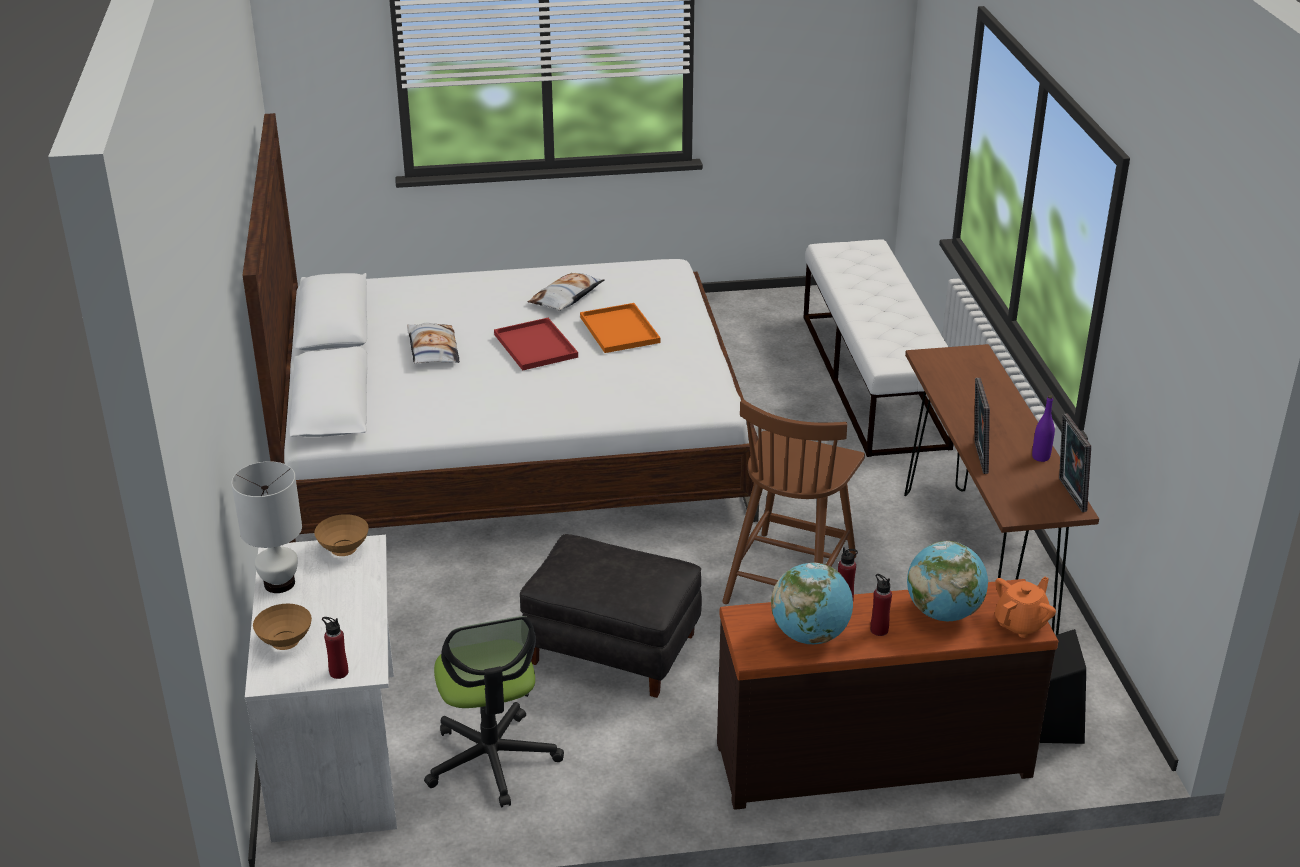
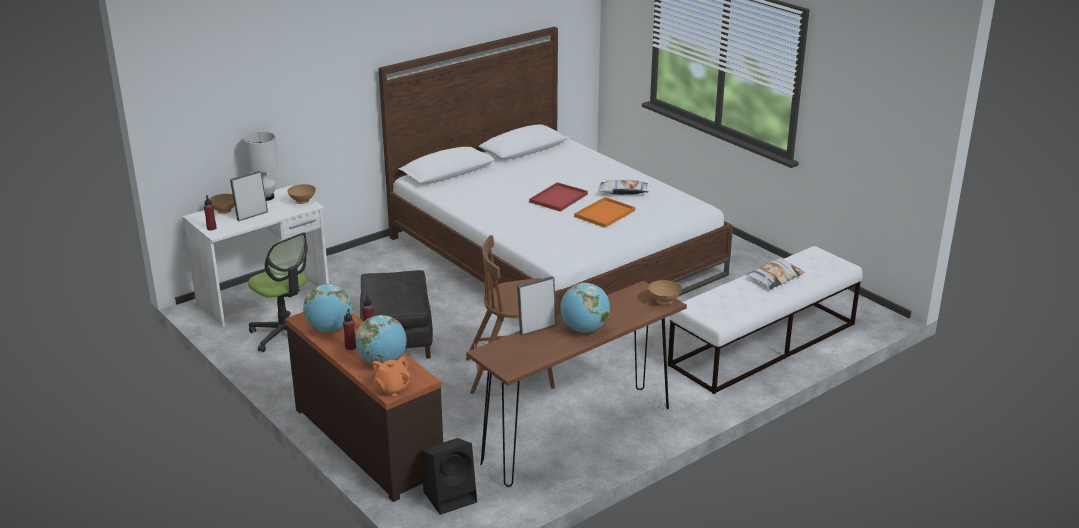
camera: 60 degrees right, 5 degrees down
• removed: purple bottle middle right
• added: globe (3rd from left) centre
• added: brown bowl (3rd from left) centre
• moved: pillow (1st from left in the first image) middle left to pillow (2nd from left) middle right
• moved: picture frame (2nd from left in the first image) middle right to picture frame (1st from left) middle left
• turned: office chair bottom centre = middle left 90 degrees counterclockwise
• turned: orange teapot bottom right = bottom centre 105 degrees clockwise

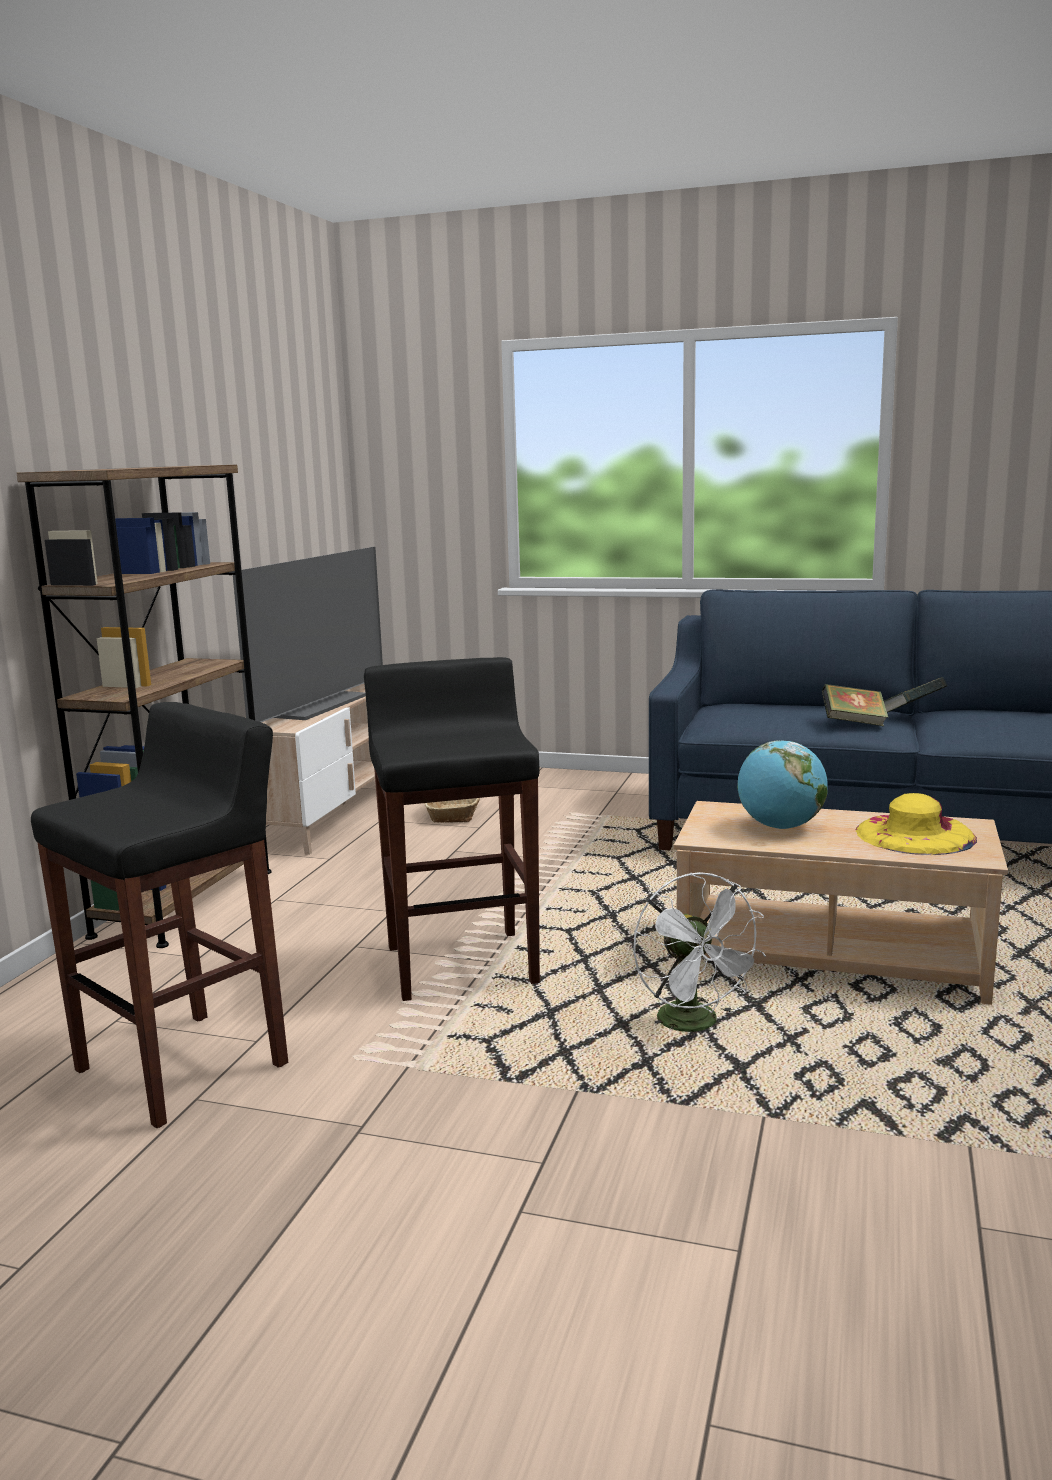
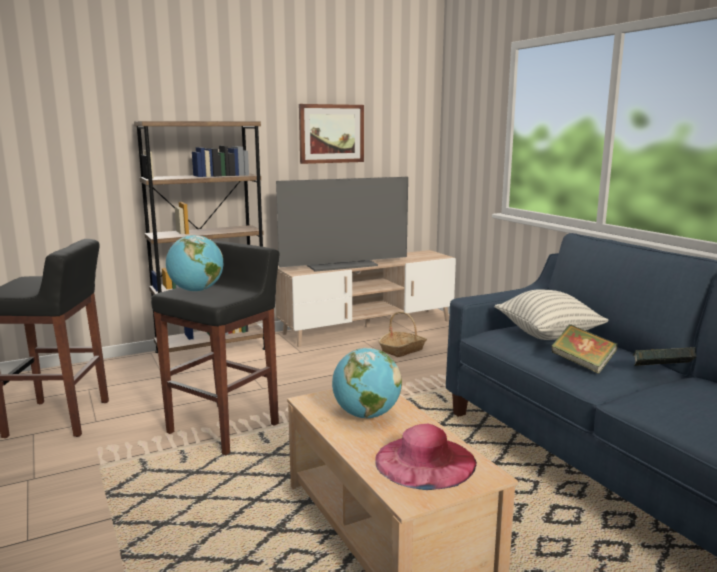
camera: 45 degrees right, 0 degrees up
• removed: white fan centre
• added: globe (1st from left) middle left
• added: picture top centre
• added: pillow middle right
• recoloured: yellow hat middle right to pink hat bottom centre

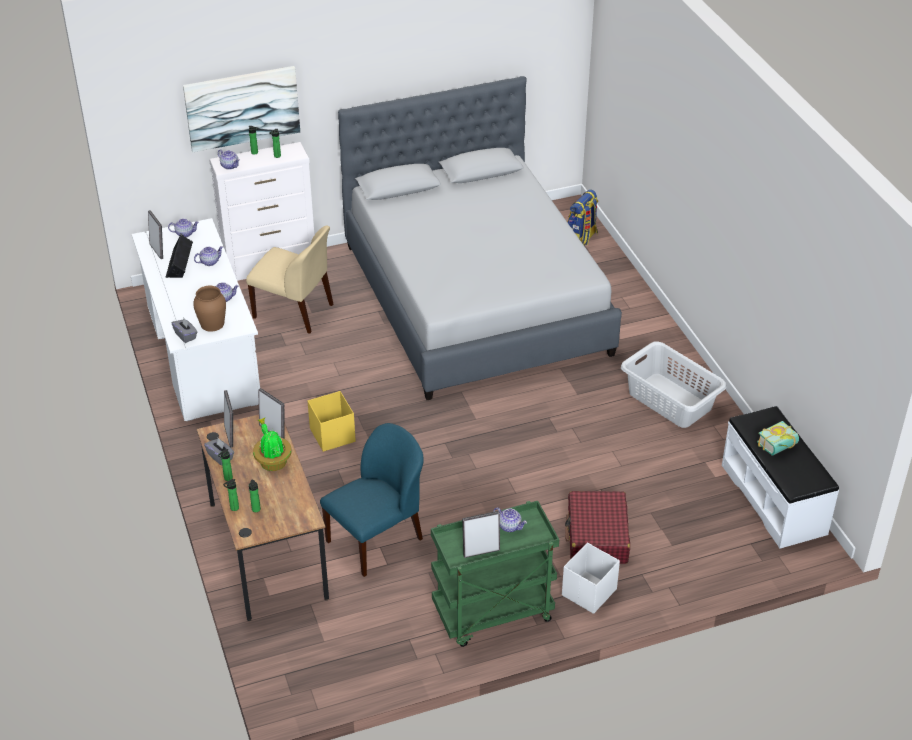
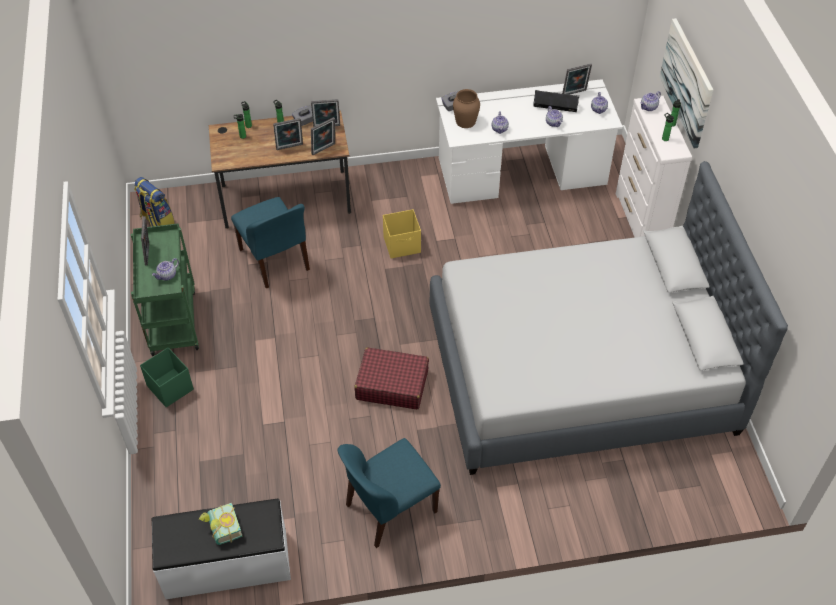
camera: 100 degrees right, 10 degrees up
• removed: beige chair middle left
• moved: red suitcase bottom centre to centre
• moved: backpack top centre to middle left
• replaced: potted plant middle left to picture frame (2nd from left) top centre
• replaced: grey laundry basket middle right to blue chair (2nd from left) bottom centre
• recoloured: white storage box bottom centre to green storage box middle left

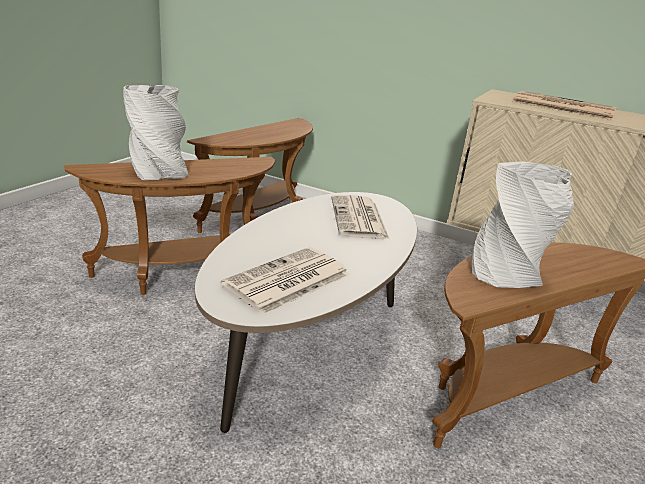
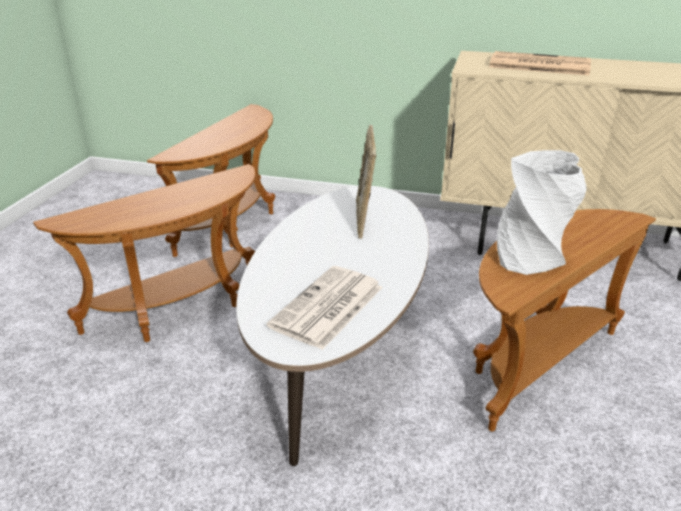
camera: 10 degrees left, 5 degrees up
• removed: white vase (1st from left) top left
• replaced: newspaper (2nd from left) centre to picture frame centre

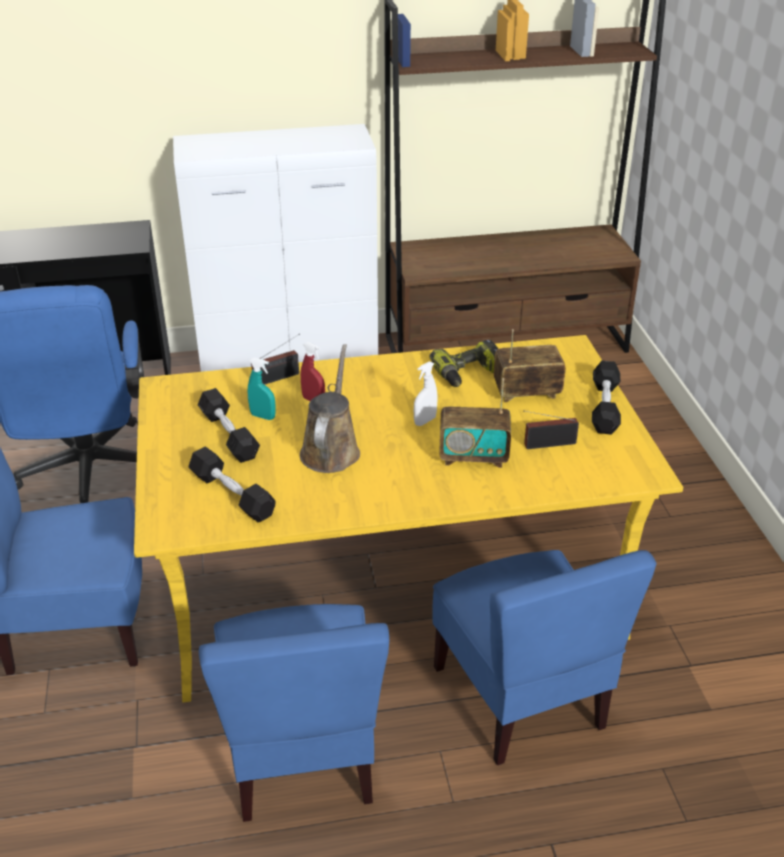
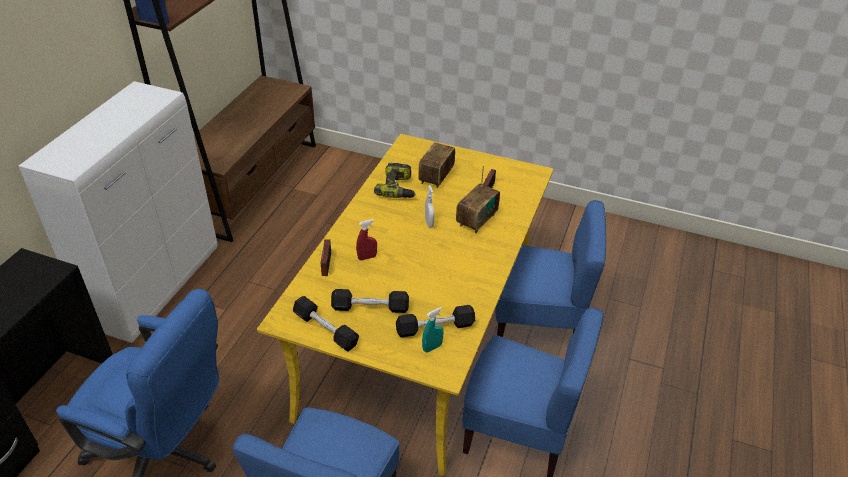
camera: 60 degrees left, 5 degrees up
• removed: brown watering can centre
• moved: turquoise spray bottle middle left to bottom centre
• moved: black dumbbell (3rd from left in the first image) middle right to black dumbbell (1st from left) bottom centre

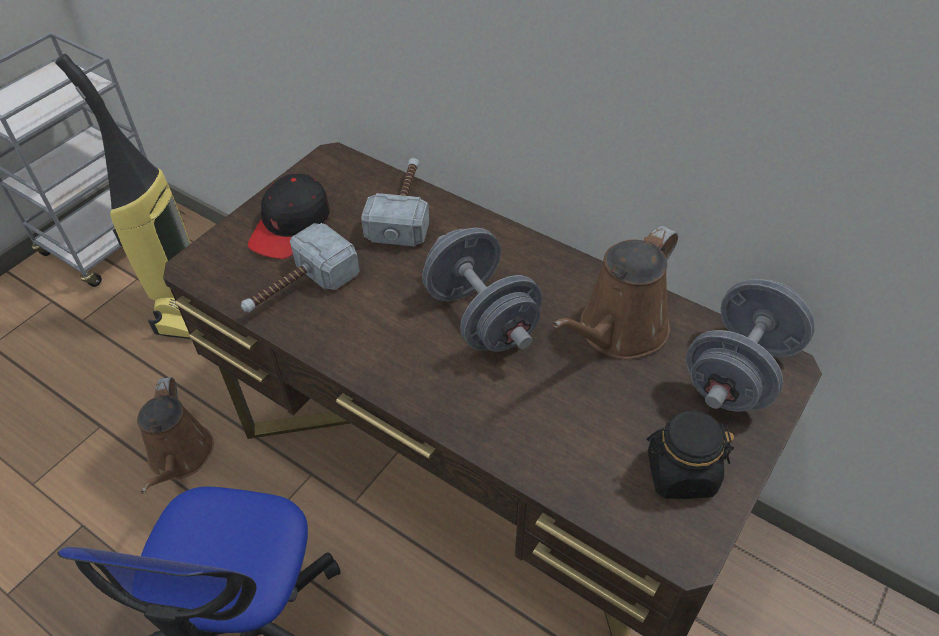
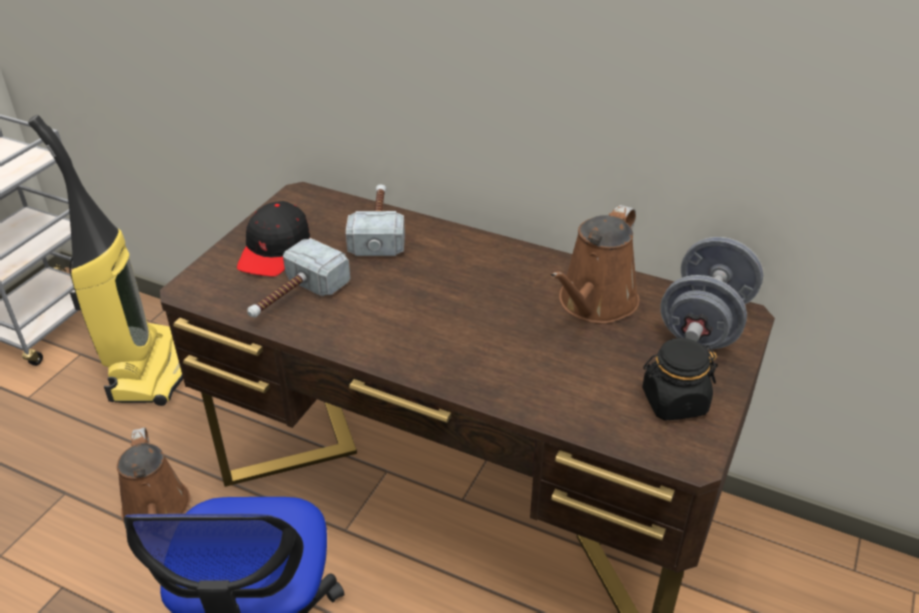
camera: 10 degrees left, 10 degrees down
• removed: grey dumbbell (1st from left) centre

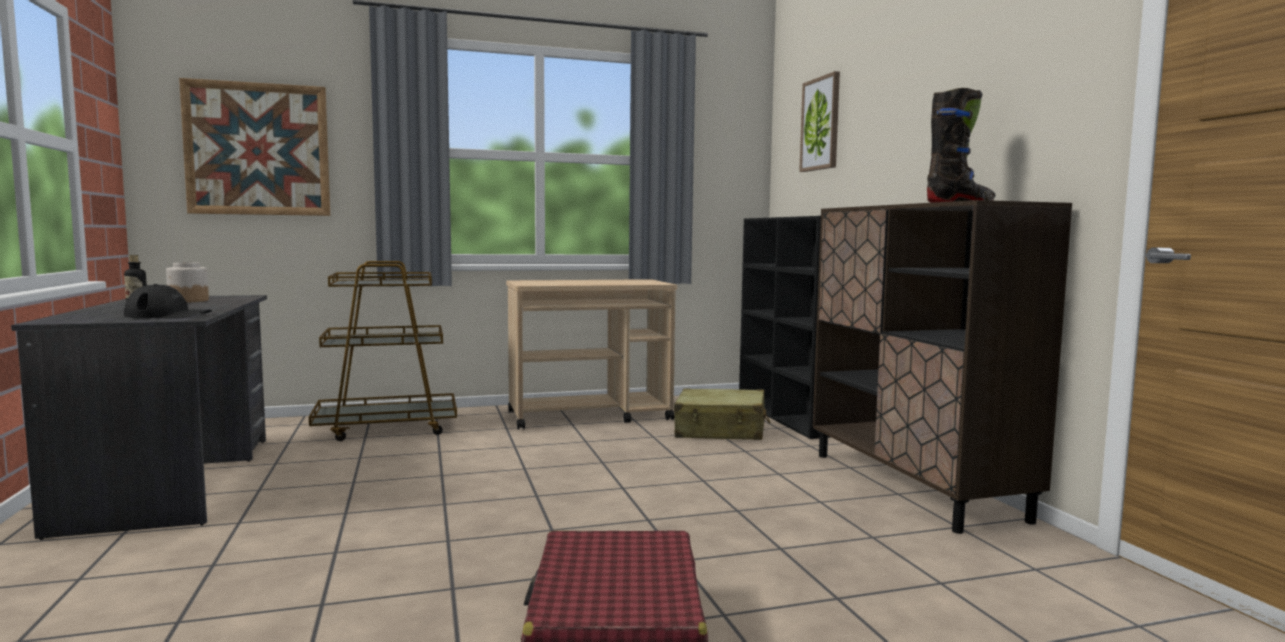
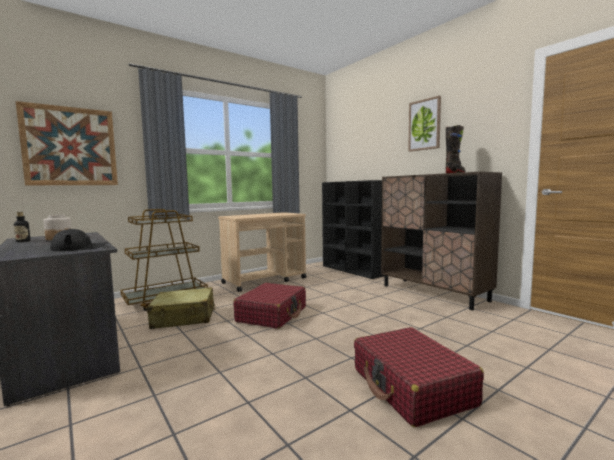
camera: 20 degrees left, 0 degrees up
• added: red suitcase (1st from left) centre
• moved: beige suitcase centre to bottom left
• moved: picture (2nd from left) top centre to top right

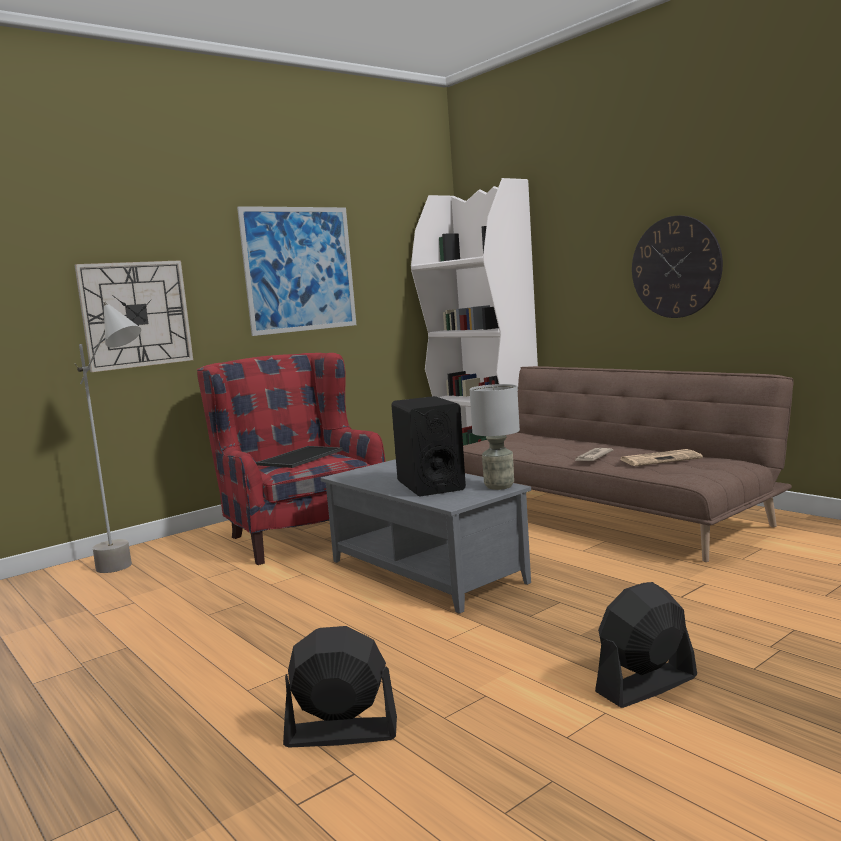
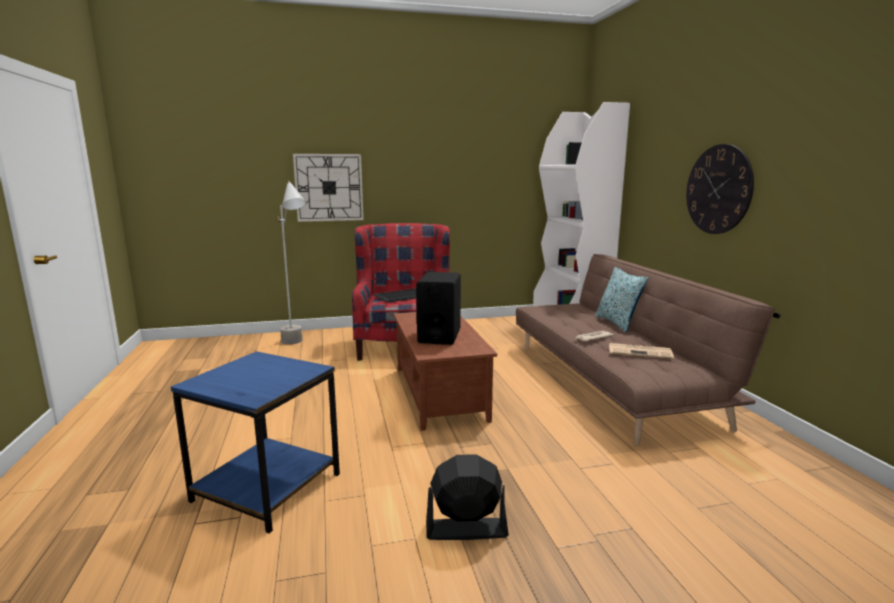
camera: 25 degrees right, 5 degrees up
• removed: picture top centre
• removed: grey table lamp centre
• added: pillow middle right
• replaced: black fan (1st from left) bottom centre to blue side table bottom left
• recoloured: grey coffee table centre to brown coffee table centre

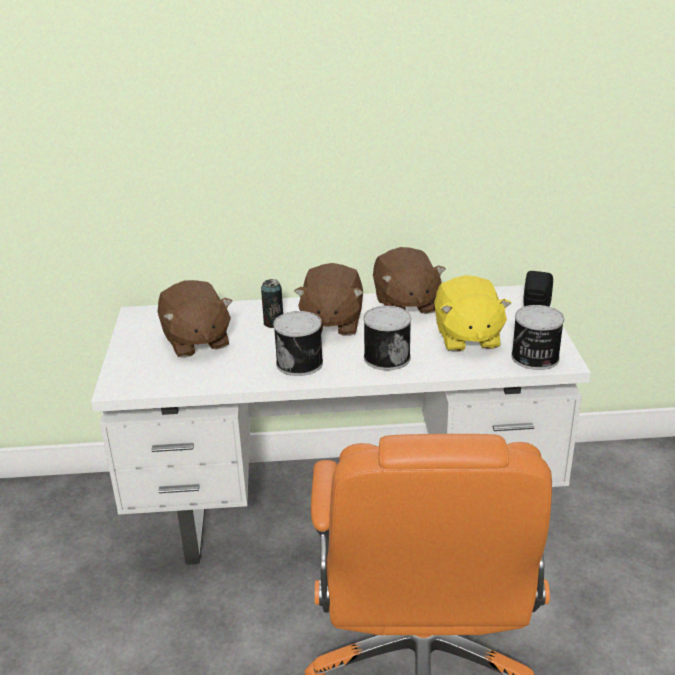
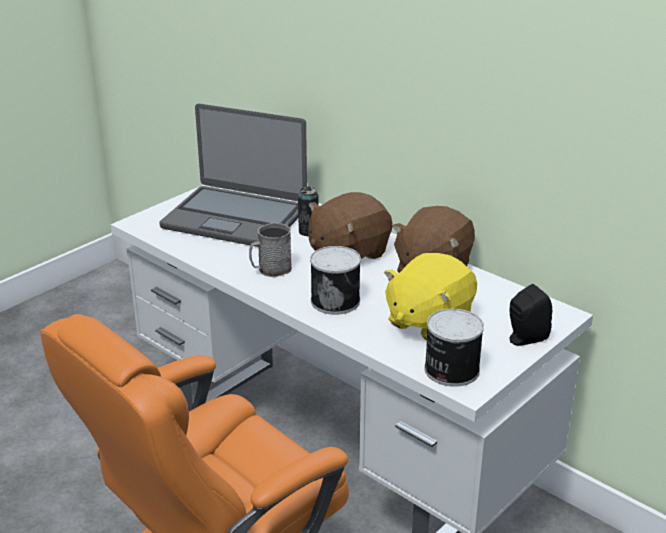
camera: 45 degrees right, 0 degrees up
• replaced: brown plush toy (1st from left) middle left to laptop top centre
• replaced: can (2nd from left) centre to grey mug centre

